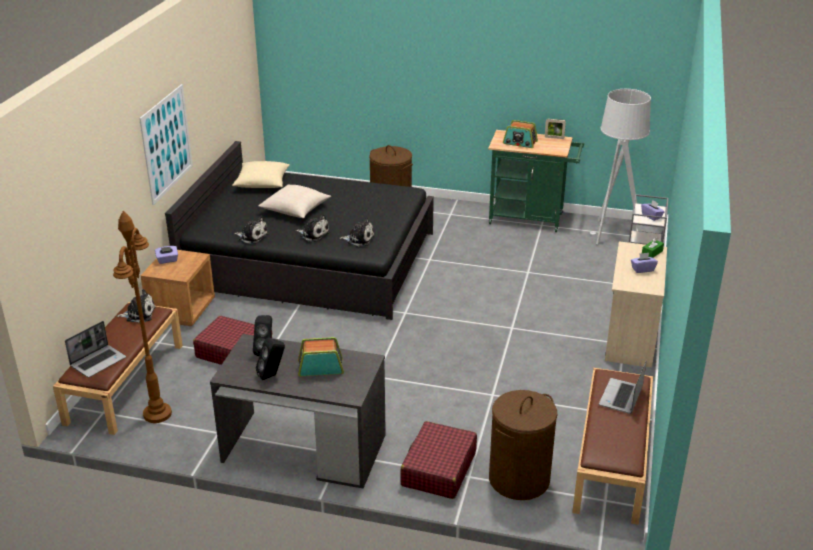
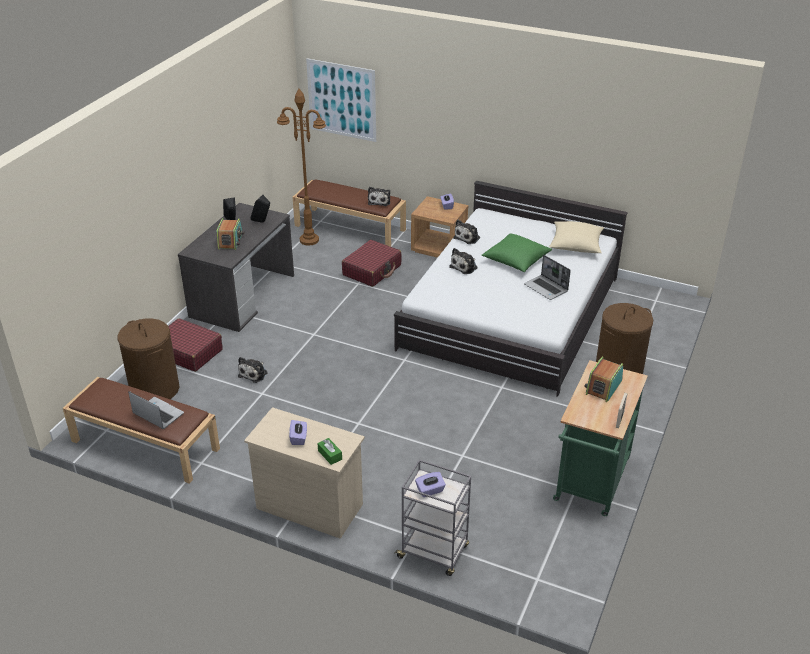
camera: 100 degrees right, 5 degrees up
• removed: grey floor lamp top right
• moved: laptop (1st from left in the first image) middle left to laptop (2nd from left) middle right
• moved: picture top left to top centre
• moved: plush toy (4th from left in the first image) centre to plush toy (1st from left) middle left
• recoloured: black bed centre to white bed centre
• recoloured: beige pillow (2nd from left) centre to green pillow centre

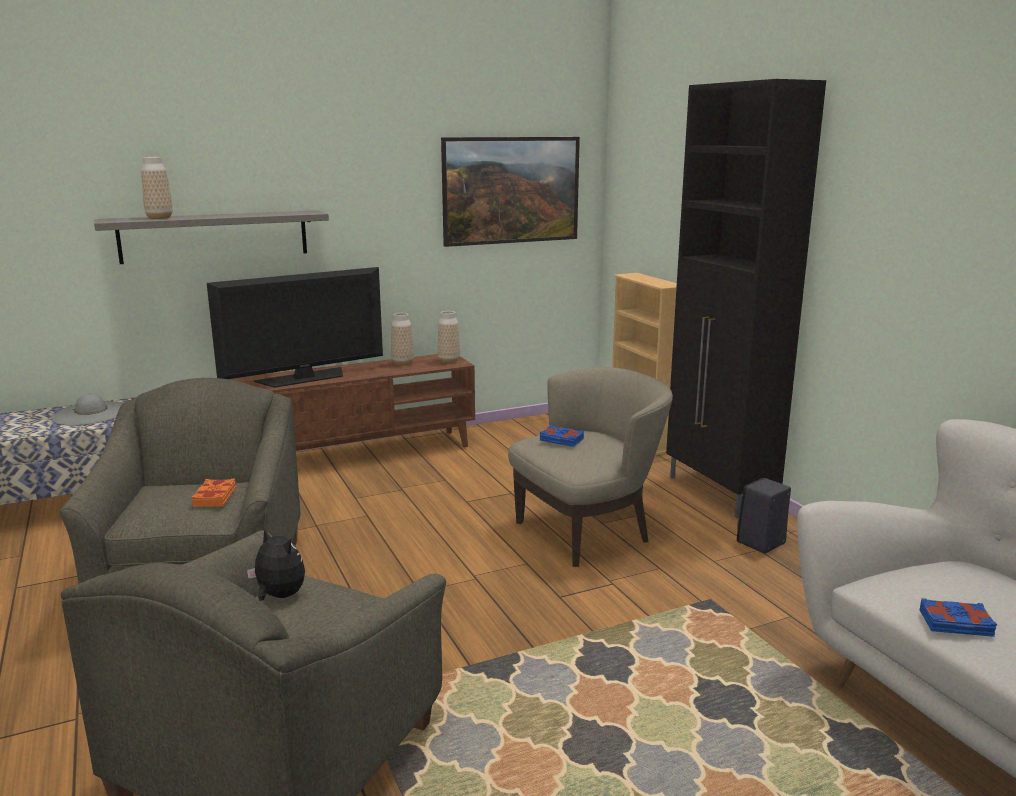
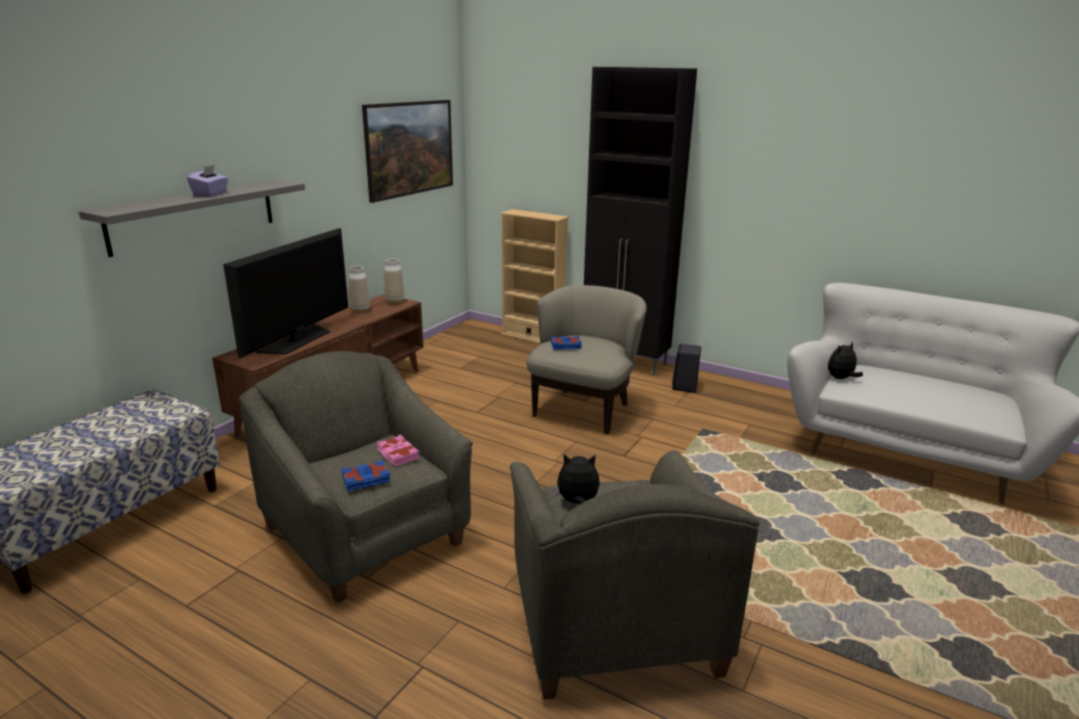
camera: 35 degrees left, 5 degrees up
• removed: grey hat middle left
• removed: vase (1st from left) top left
• added: purple tissue box top left
• added: plush toy (2nd from left) middle right
• moved: blue book (2nd from left in the first image) bottom right to blue book (1st from left) centre
• recoloured: orange book middle left to pink book centre

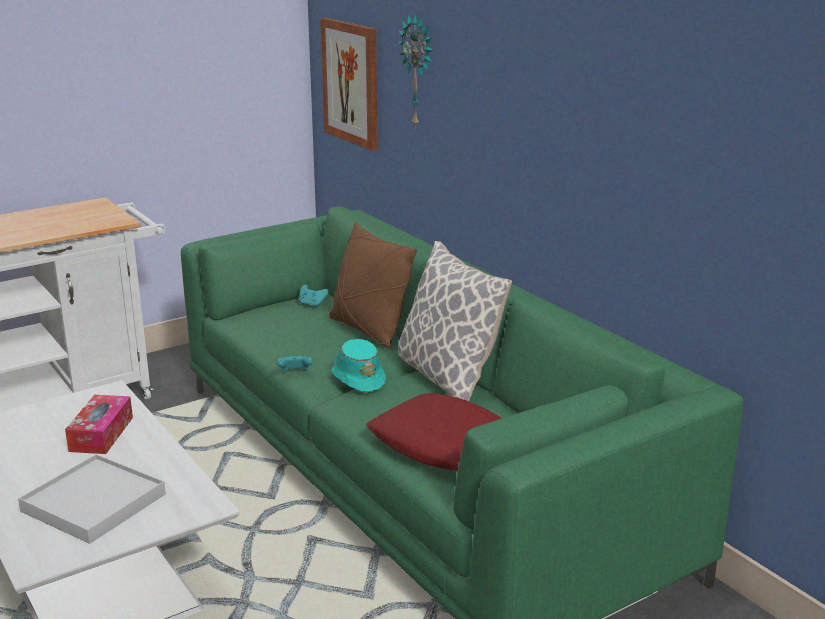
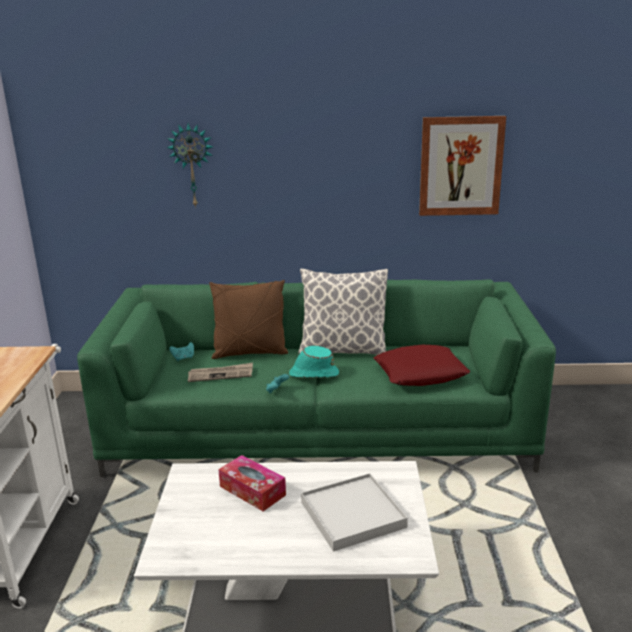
camera: 55 degrees left, 0 degrees up
• added: newspaper centre
• moved: picture top centre to top right

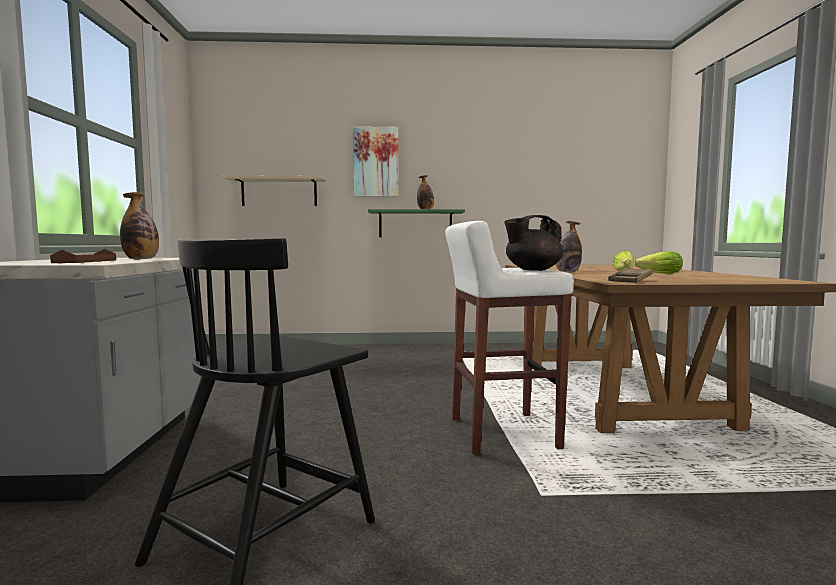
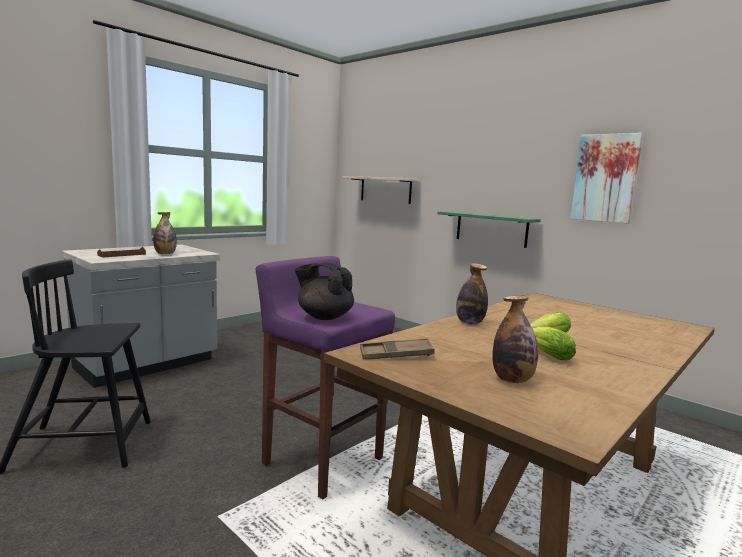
camera: 45 degrees right, 5 degrees up
• moved: picture top centre to top right
• moved: bottle (2nd from left in the first image) top centre to bottle (3rd from left) middle right
• recoloured: white stool centre to purple stool bottom centre

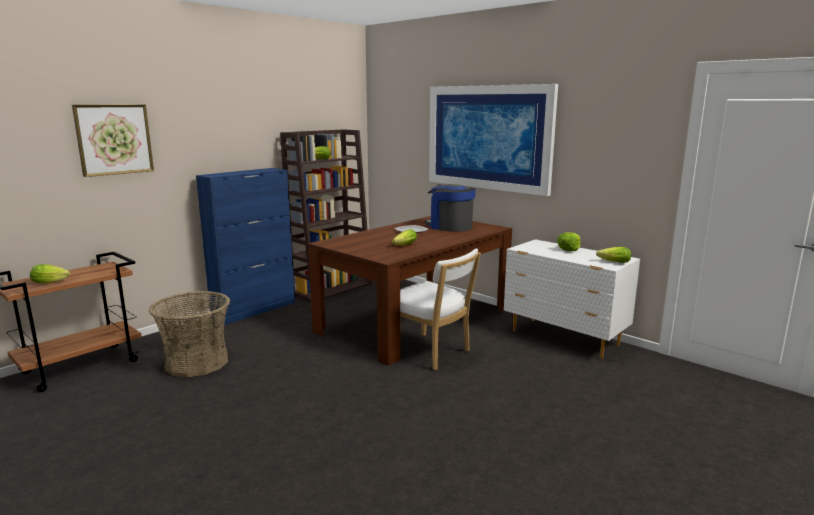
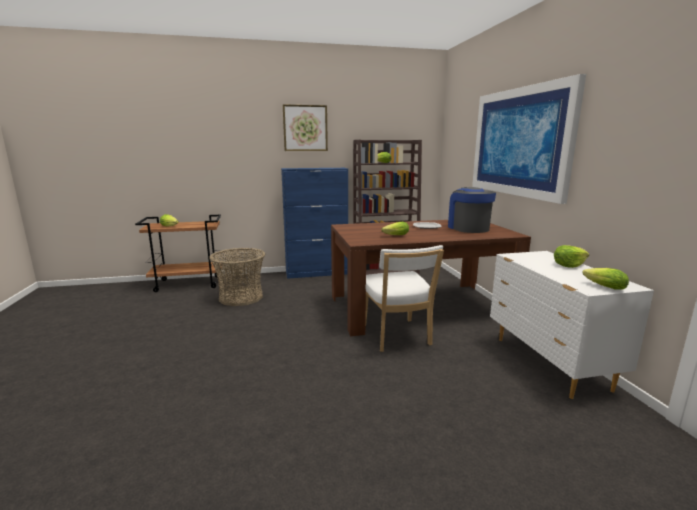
camera: 35 degrees right, 0 degrees up
• moved: picture (1st from left) top left to top centre

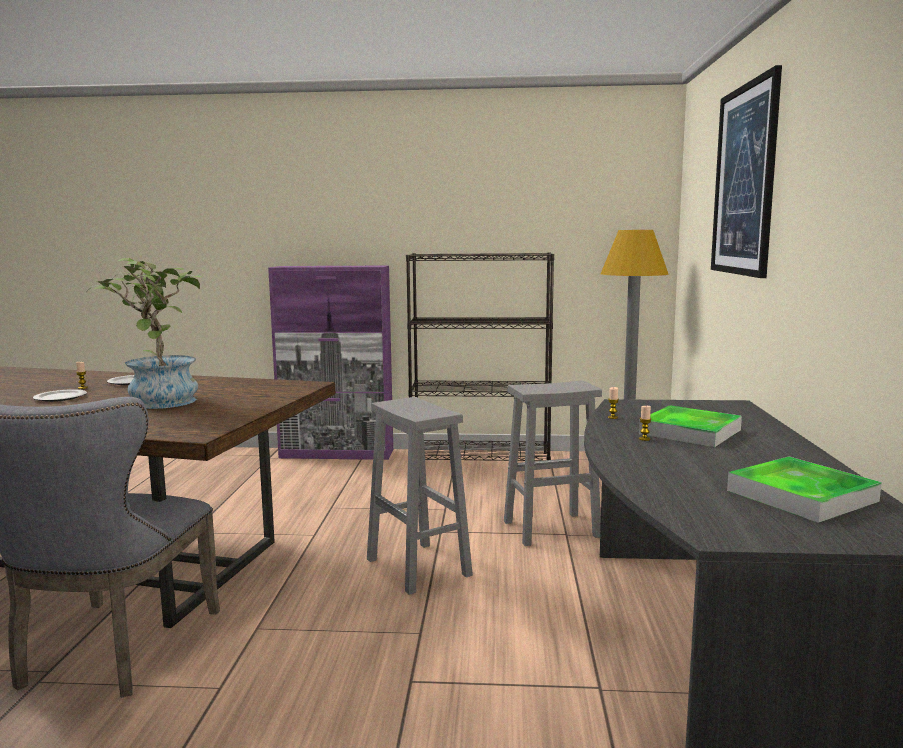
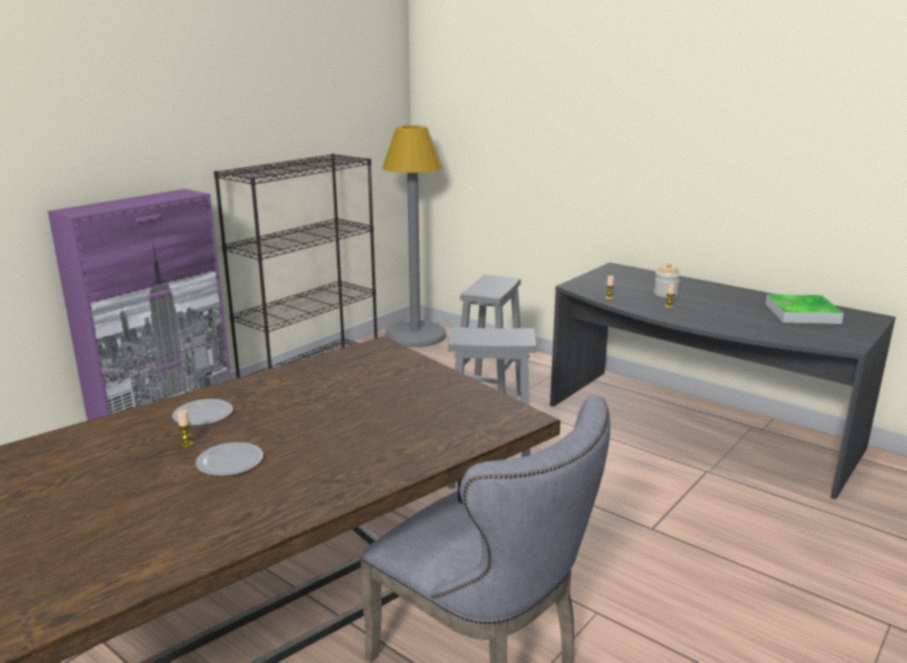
camera: 55 degrees left, 10 degrees up
• removed: potted plant middle left
• removed: picture top right
• replaced: tray (1st from left) middle right to jar middle right

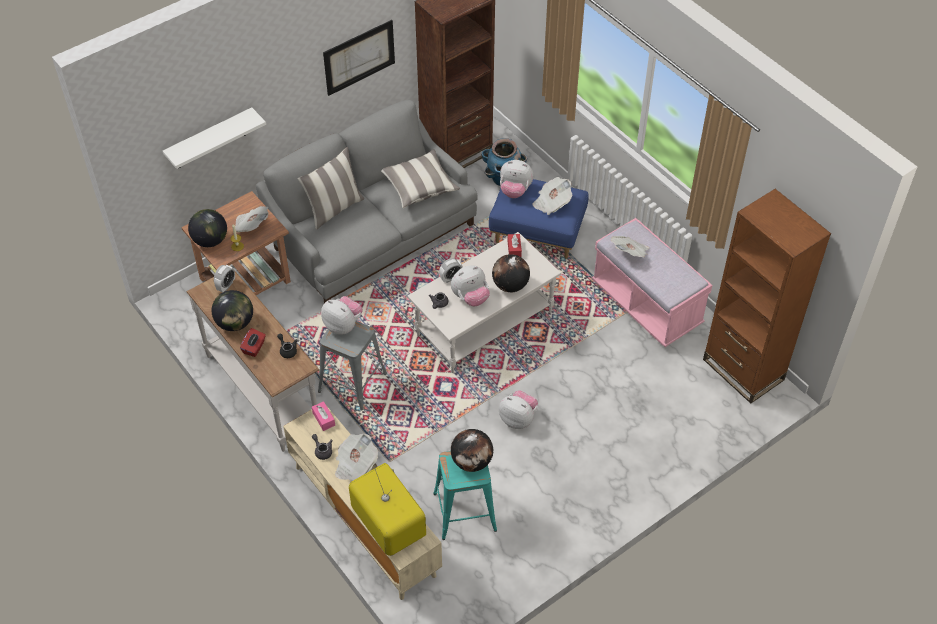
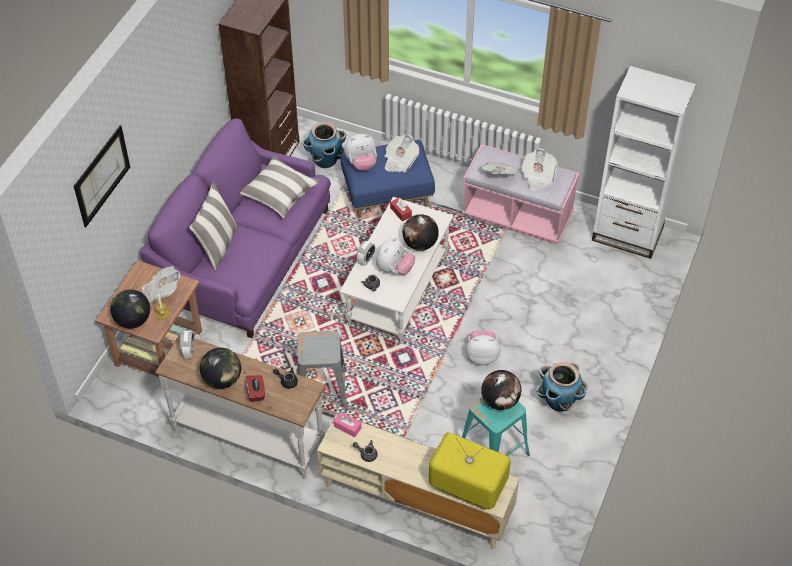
camera: 30 degrees left, 0 degrees up
• removed: white shelf top left
• removed: plush toy (1st from left) centre
• added: planter (2nd from left) bottom right
• moved: picture top centre to top left
• moved: newspaper (2nd from left in the first image) bottom centre to newspaper (4th from left) top right
• recoloured: grey sofa top centre to purple sofa middle left
• recoloured: brown bookcase (2nd from left) middle right to white bookcase top right

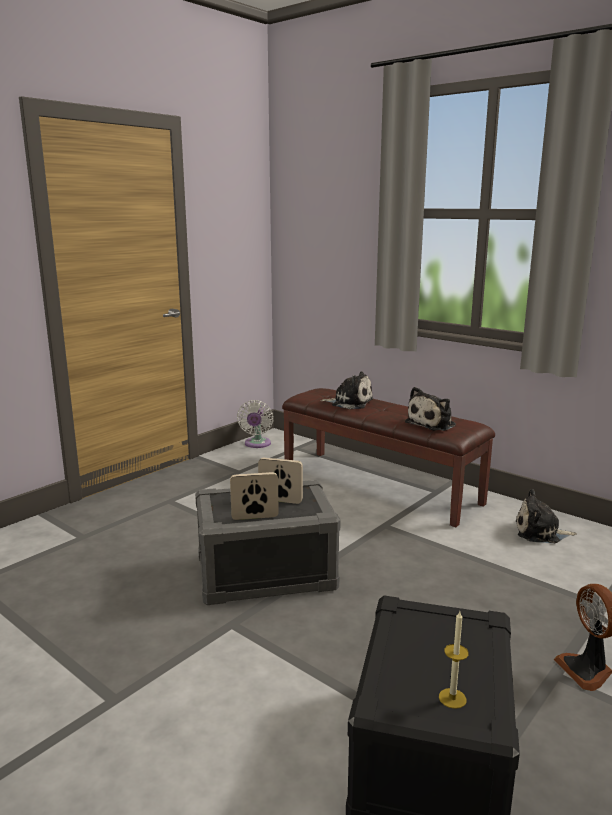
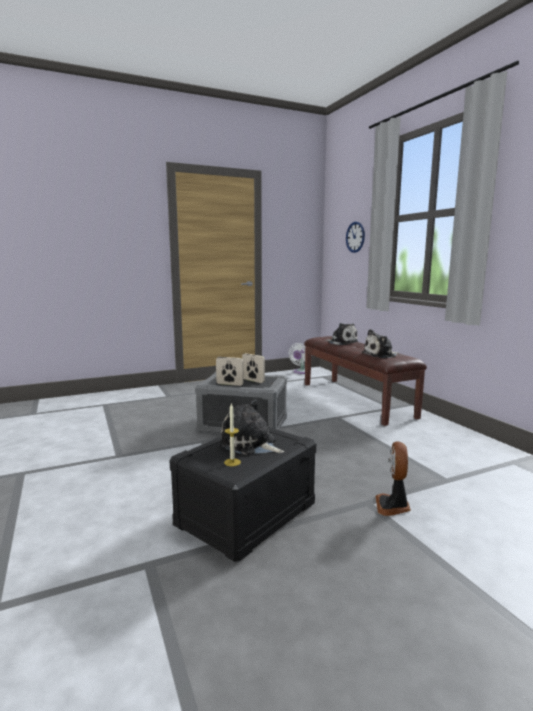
camera: 25 degrees right, 5 degrees down
• added: wall clock centre
• moved: plush toy (3rd from left in the first image) middle right to plush toy (1st from left) centre

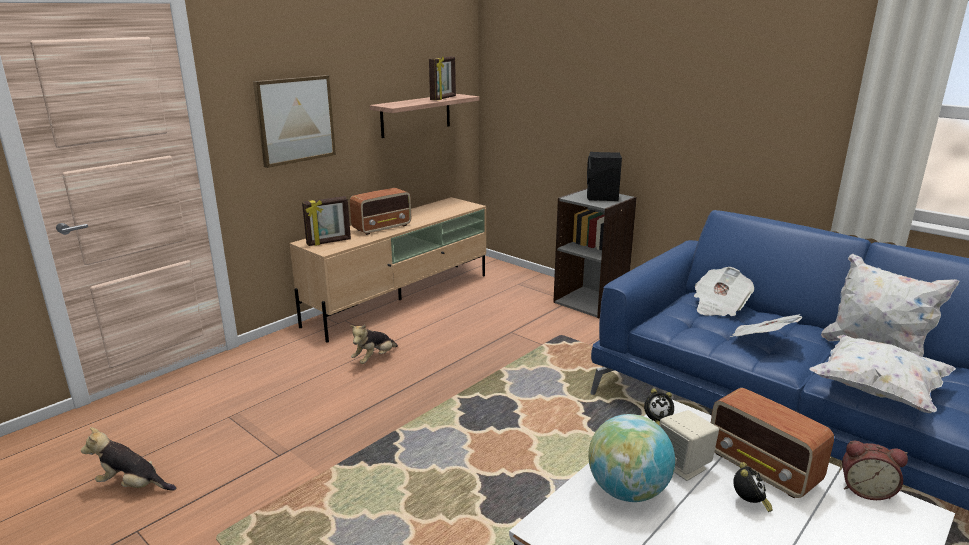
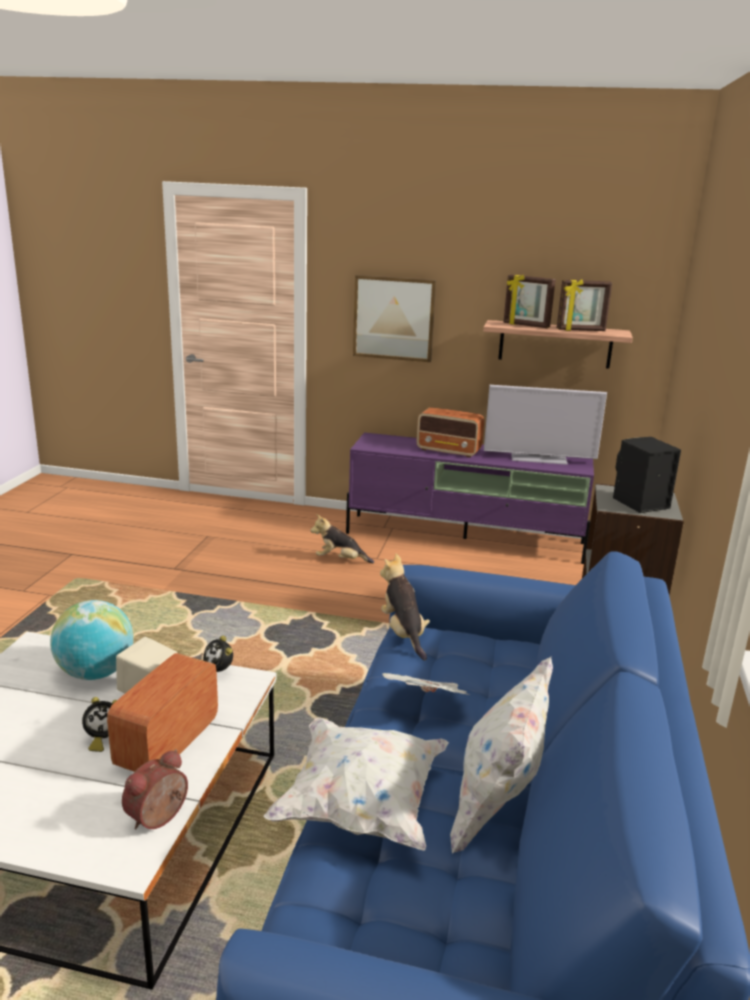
camera: 60 degrees right, 0 degrees up
• removed: newspaper (1st from left) middle right
• added: television middle right
• moved: plush toy (1st from left in the first image) bottom left to plush toy (2nd from left) centre
• moved: picture frame (1st from left) centre to top right
• recoloured: beige tv stand centre to purple tv stand centre
• turned: alarm clock (3rd from left in the first image) bottom right = bottom left 45 degrees clockwise

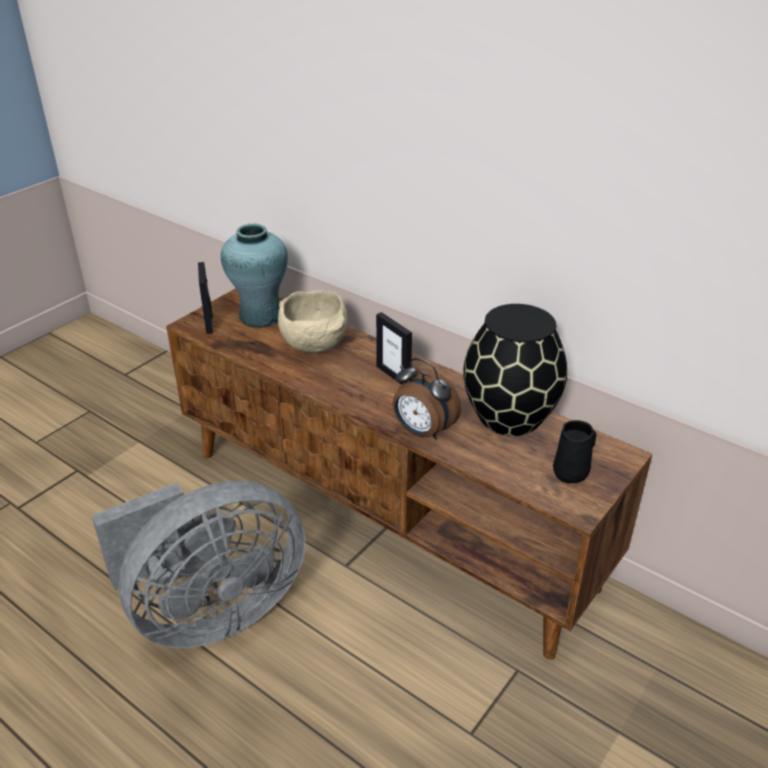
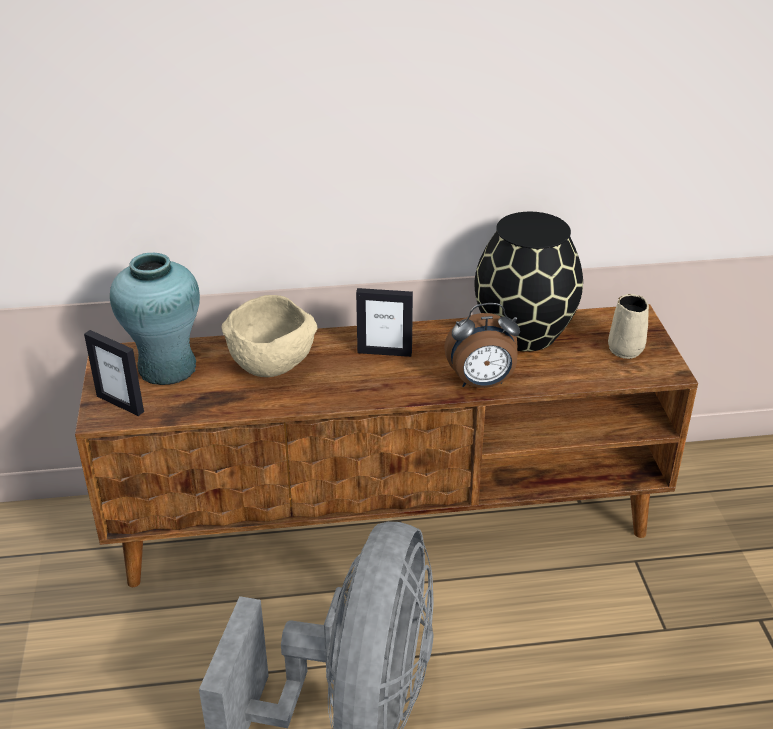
camera: 45 degrees left, 0 degrees up
• recoloured: black mug middle right to beige mug middle right

